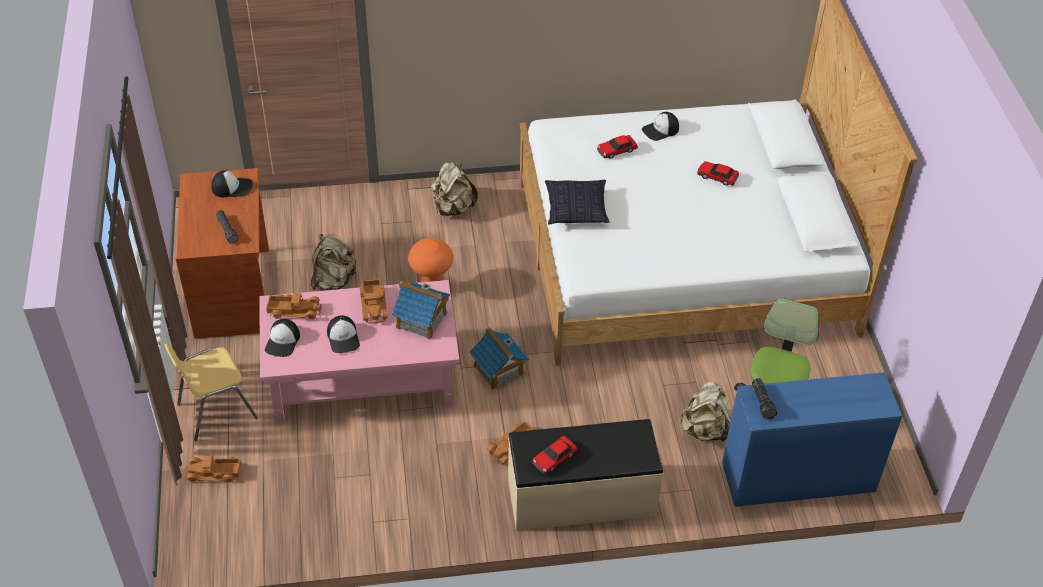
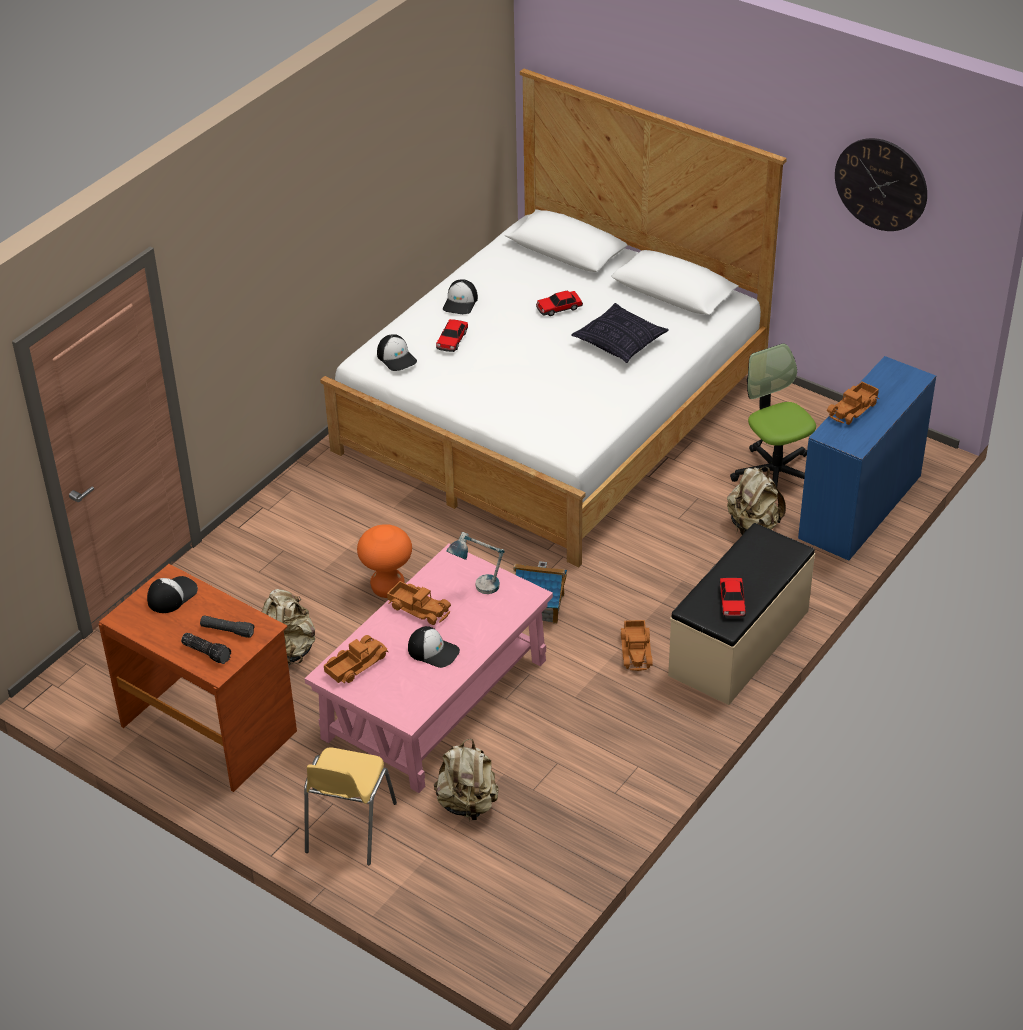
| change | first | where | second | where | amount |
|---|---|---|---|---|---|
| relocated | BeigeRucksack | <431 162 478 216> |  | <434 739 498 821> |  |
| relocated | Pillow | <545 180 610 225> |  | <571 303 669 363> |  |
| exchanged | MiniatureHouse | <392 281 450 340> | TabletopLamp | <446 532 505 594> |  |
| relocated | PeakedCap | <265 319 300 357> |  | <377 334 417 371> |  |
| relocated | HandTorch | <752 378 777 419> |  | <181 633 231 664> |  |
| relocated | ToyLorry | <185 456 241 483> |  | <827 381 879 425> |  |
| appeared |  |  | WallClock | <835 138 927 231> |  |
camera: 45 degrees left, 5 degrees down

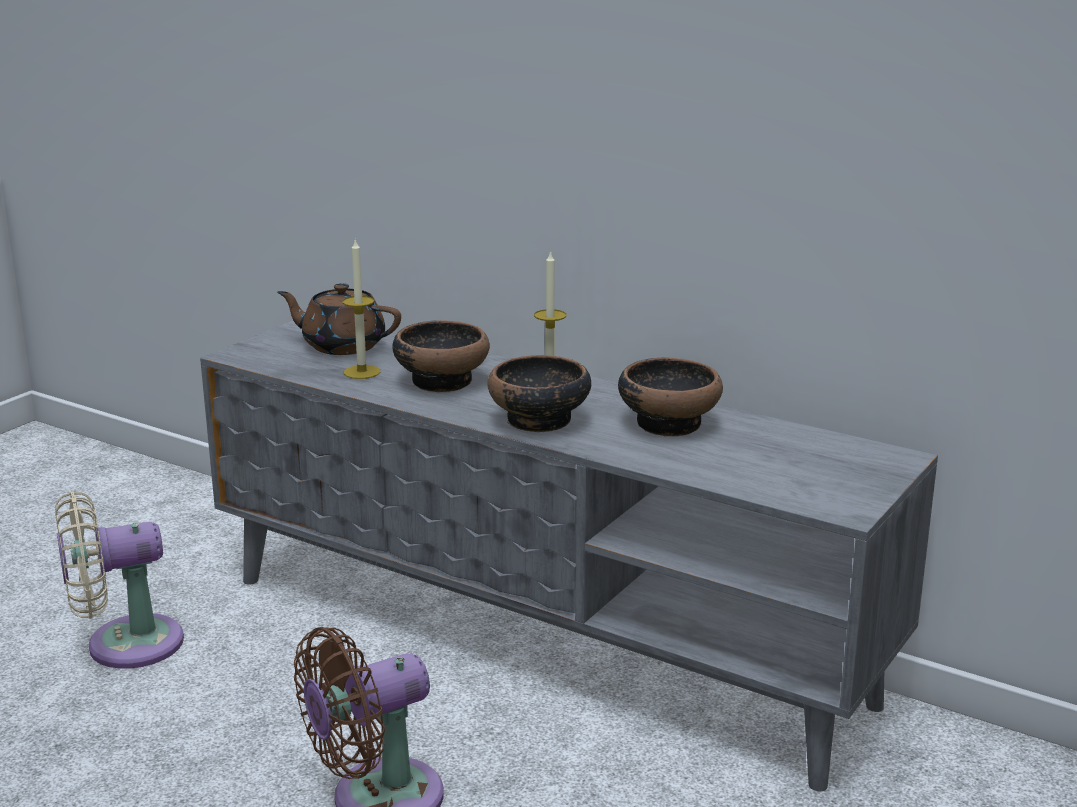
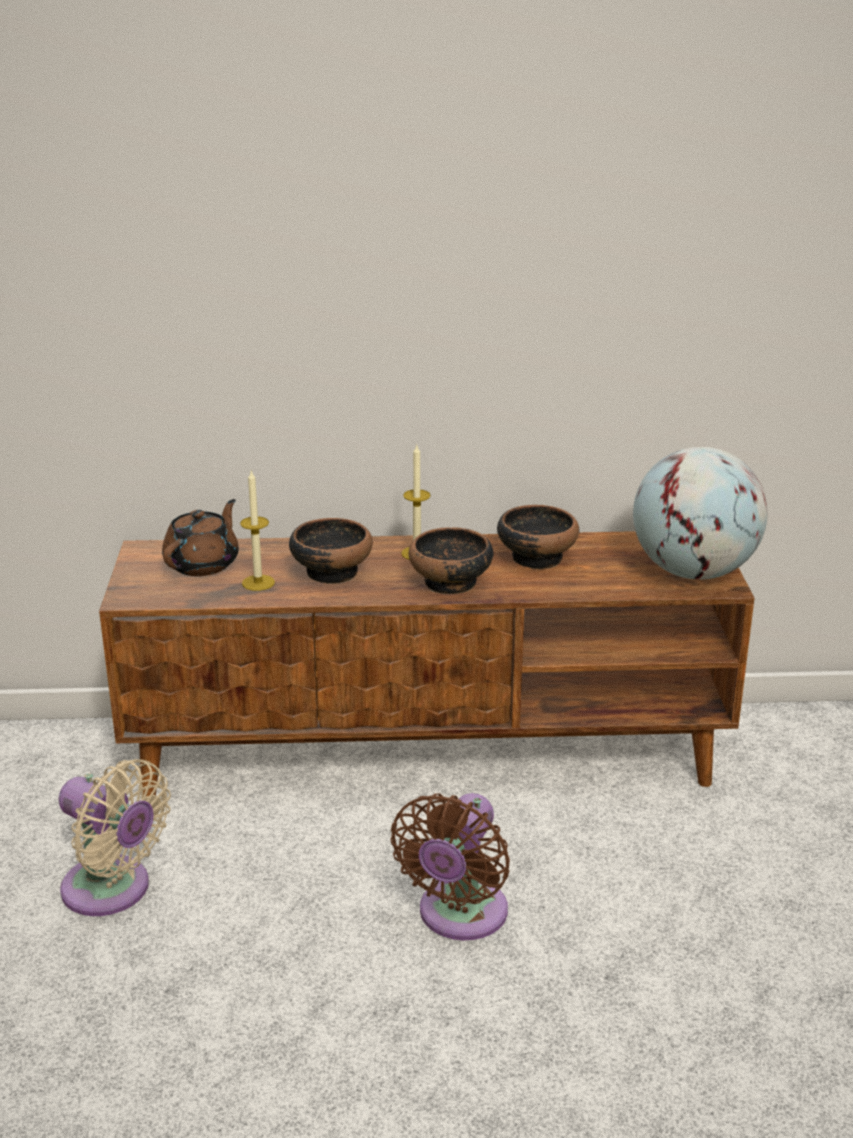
| change | first | where | second | where | amount |
|---|---|---|---|---|---|
| spun | BrownishPotForTea | <277 283 401 355> |  | <162 499 239 576> | 135 degrees clockwise |
| colour | GreyTvUnit | <200 320 938 791> | BrownishTvUnit | <99 531 755 797> |  |
| spun | BeigeCoolingFan | <55 491 184 669> |  | <58 759 171 916> | 90 degrees counterclockwise |
| appeared |  |  | Globe | <633 447 768 580> |  |
camera: 35 degrees left, 5 degrees up

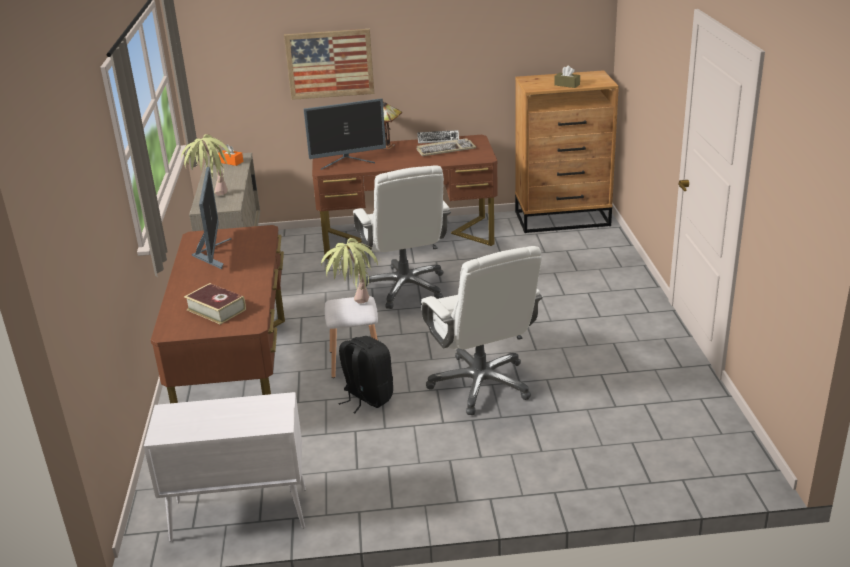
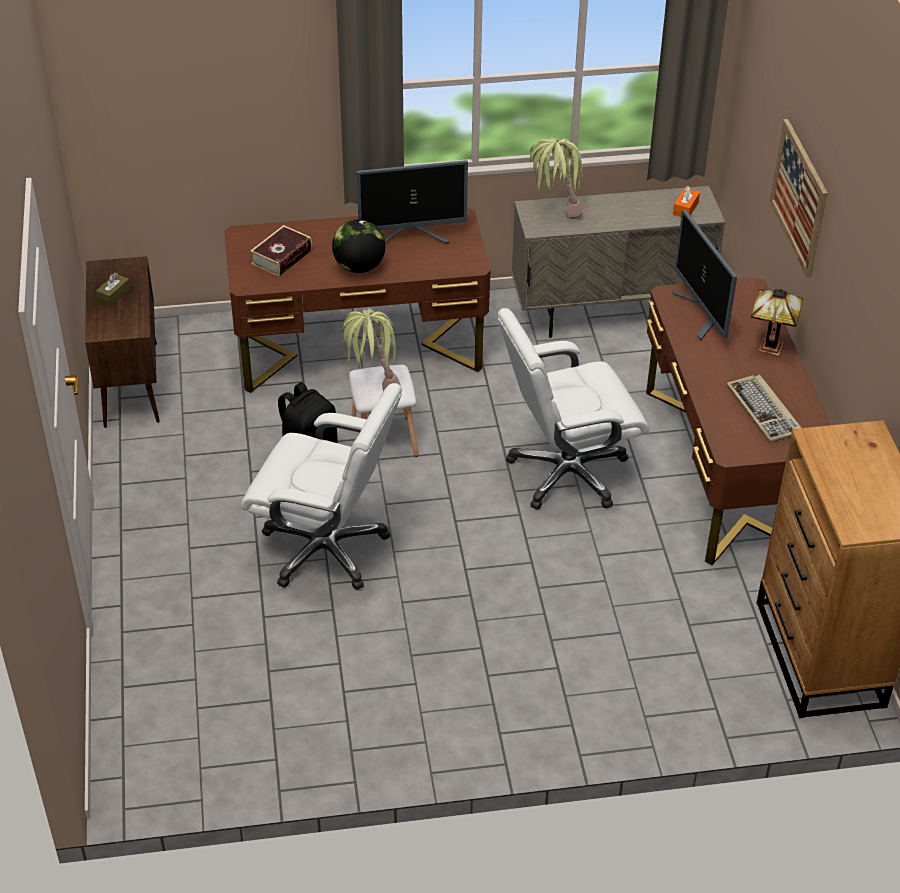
| change | first | where | second | where | amount |
|---|---|---|---|---|---|
| relocated | BrownishTissueHolder | <554 66 580 88> |  | <96 273 130 307> |  |
| missing | ComputerKeyboard | <417 130 459 144> |  |  |  |
| spun | WhiteDeskChair | <421 246 543 415> |  | <241 383 402 590> | 135 degrees counterclockwise |
| colour | WhiteCabinet | <144 392 306 541> | BrownishCabinet | <85 256 160 428> |  |
| appeared |  |  | Globe | <332 219 385 273> |  |
camera: 85 degrees right, 15 degrees up

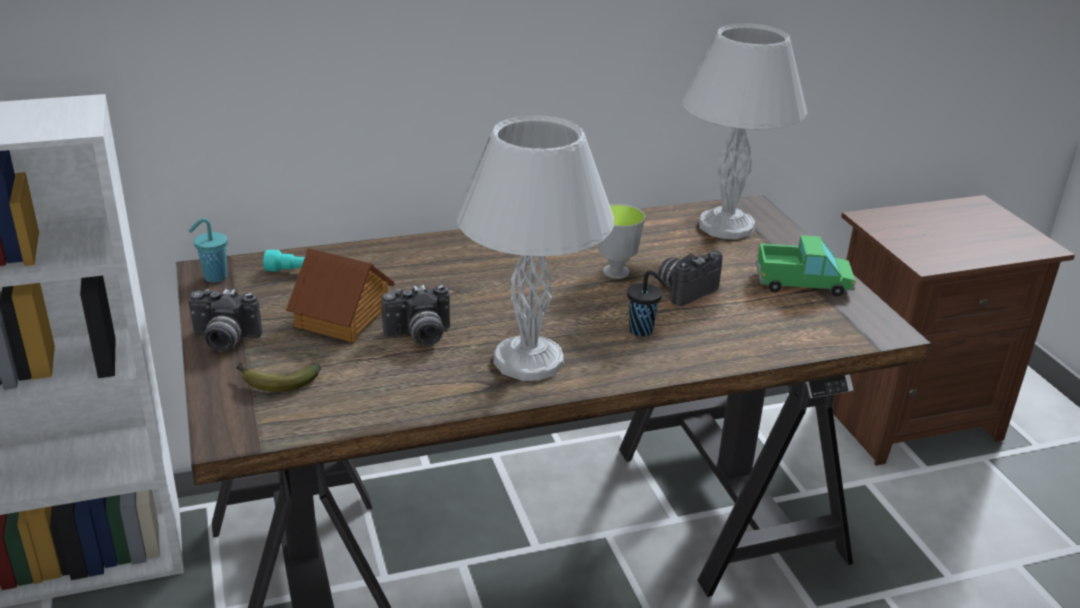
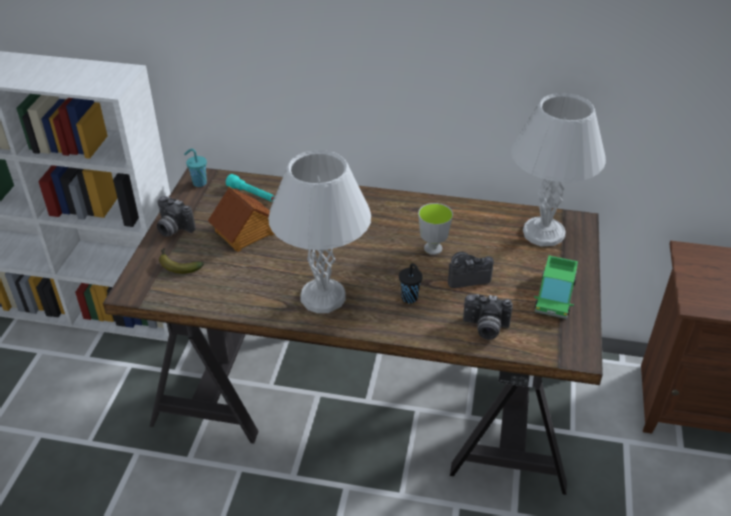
| change | first | where | second | where | amount |
|---|---|---|---|---|---|
| spun | ToyLorry | <756 235 856 296> |  | <534 255 578 319> | 75 degrees clockwise |
| relocated | StillCamera | <381 284 450 346> |  | <463 294 513 340> |  |
camera: 30 degrees right, 10 degrees up

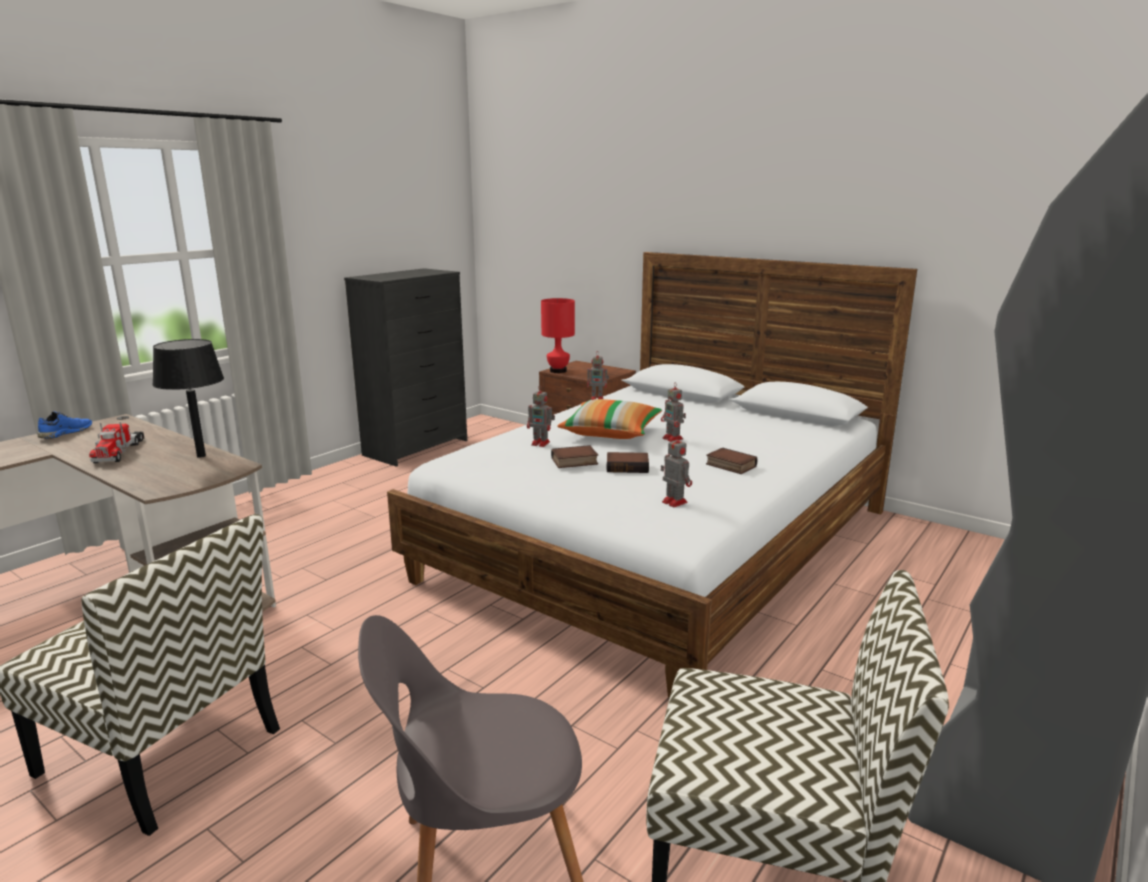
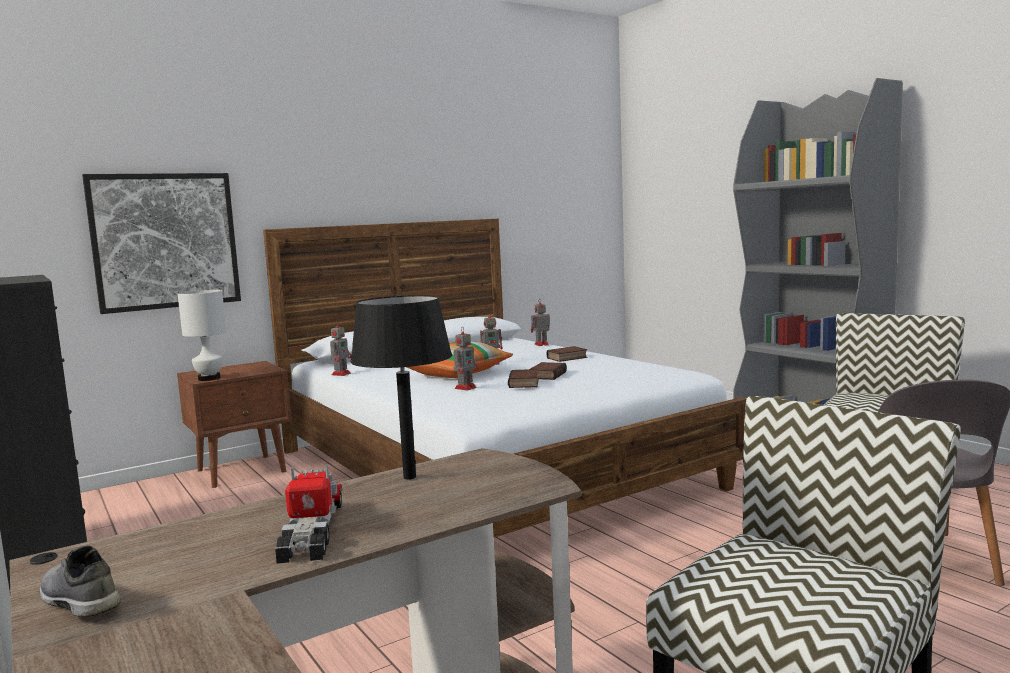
| change | first | where | second | where | amount |
|---|---|---|---|---|---|
| colour | RedColouredTabletopLamp | <541 298 575 373> | WhiteTabletopLamp | <178 290 226 381> |  |
| colour | BluishItemOfFootwear | <37 412 92 439> | GreyItemOfFootwear | <40 546 121 618> |  |
| spun | ToyLorry | <89 422 144 463> |  | <275 464 343 563> | 105 degrees counterclockwise |
| relocated | ToyRobot | <661 434 692 507> |  | <531 302 550 346> |  |
| appeared |  |  | WallArt | <82 173 241 314> |  |
camera: 70 degrees left, 10 degrees down

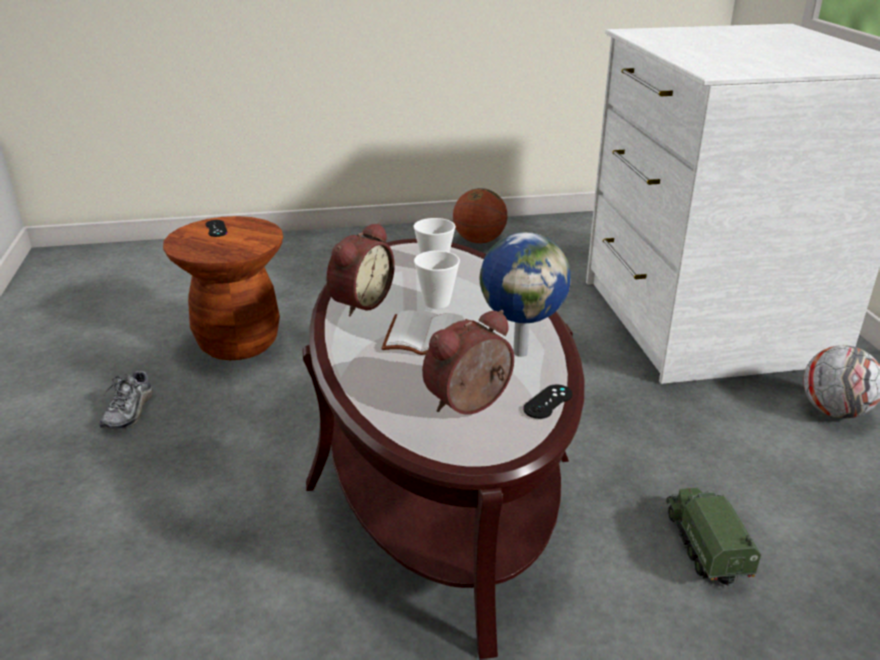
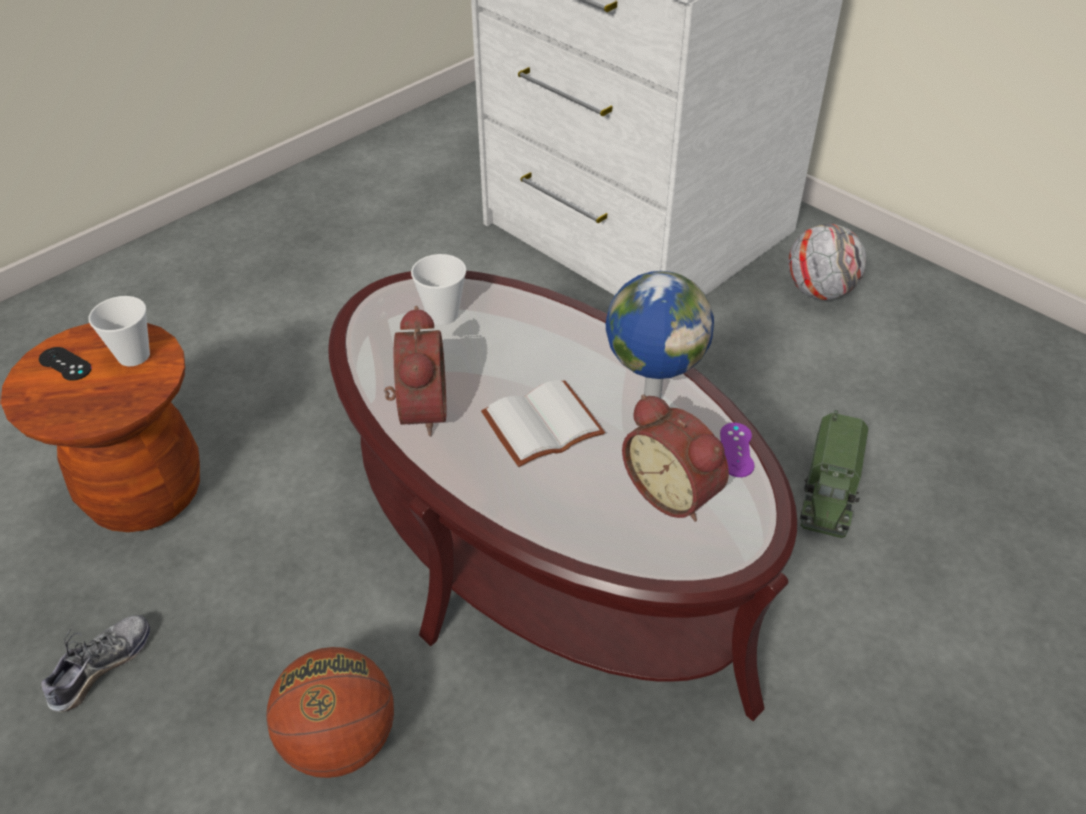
| change | first | where | second | where | amount |
|---|---|---|---|---|---|
| relocated | Basketball | <453 188 507 243> |  | <266 647 394 778> |  |
| relocated | SmallCup | <414 251 460 309> |  | <89 296 150 366> |  |
| spun | BedsideClock | <422 310 514 415> |  | <622 394 729 522> | 60 degrees counterclockwise |
| spun | ItemOfFootwear | <99 366 153 430> |  | <38 615 150 712> | 120 degrees counterclockwise |
| colour | BlackishGameController | <523 385 573 419> | PurplishGameController | <720 423 755 477> |  |
| spun | ToyLorry | <666 488 761 588> |  | <800 410 869 538> | 120 degrees counterclockwise |
camera: 35 degrees left, 15 degrees up

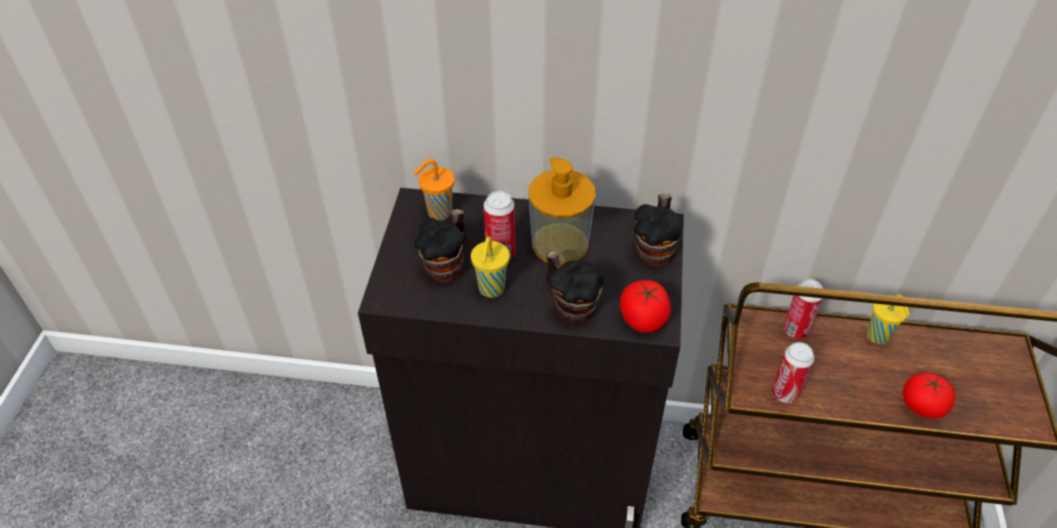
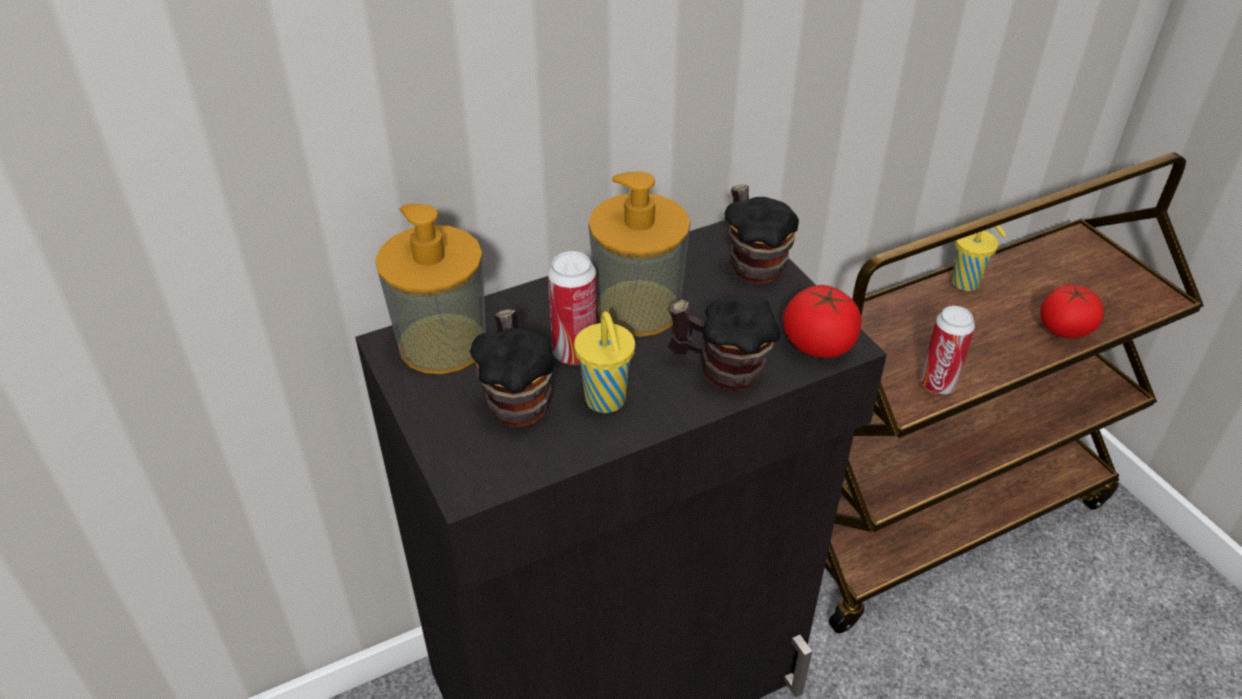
| change | first | where | second | where | amount |
|---|---|---|---|---|---|
| exchanged | OrangeSmallCup | <414 159 455 221> | SoapBottle | <375 204 486 374> |  |
| missing | SealedCan | <783 279 823 339> |  |  |  |
camera: 35 degrees left, 5 degrees down

